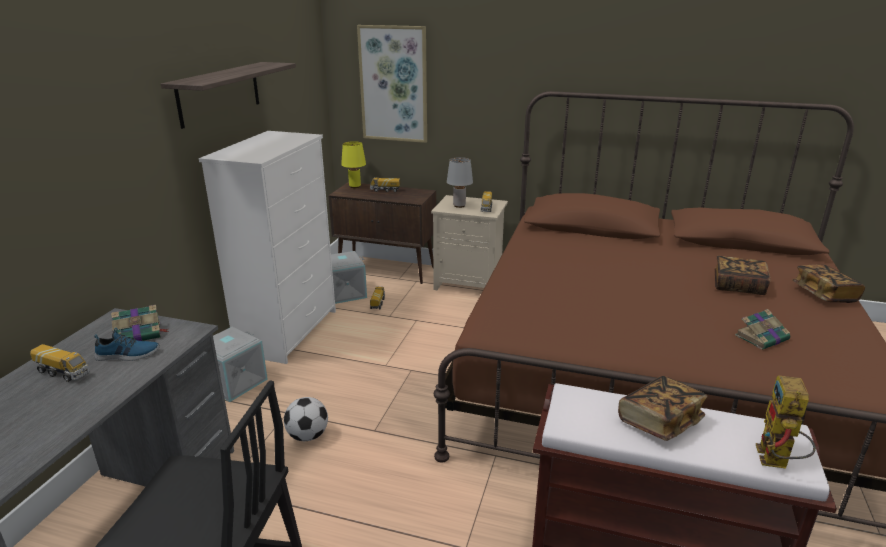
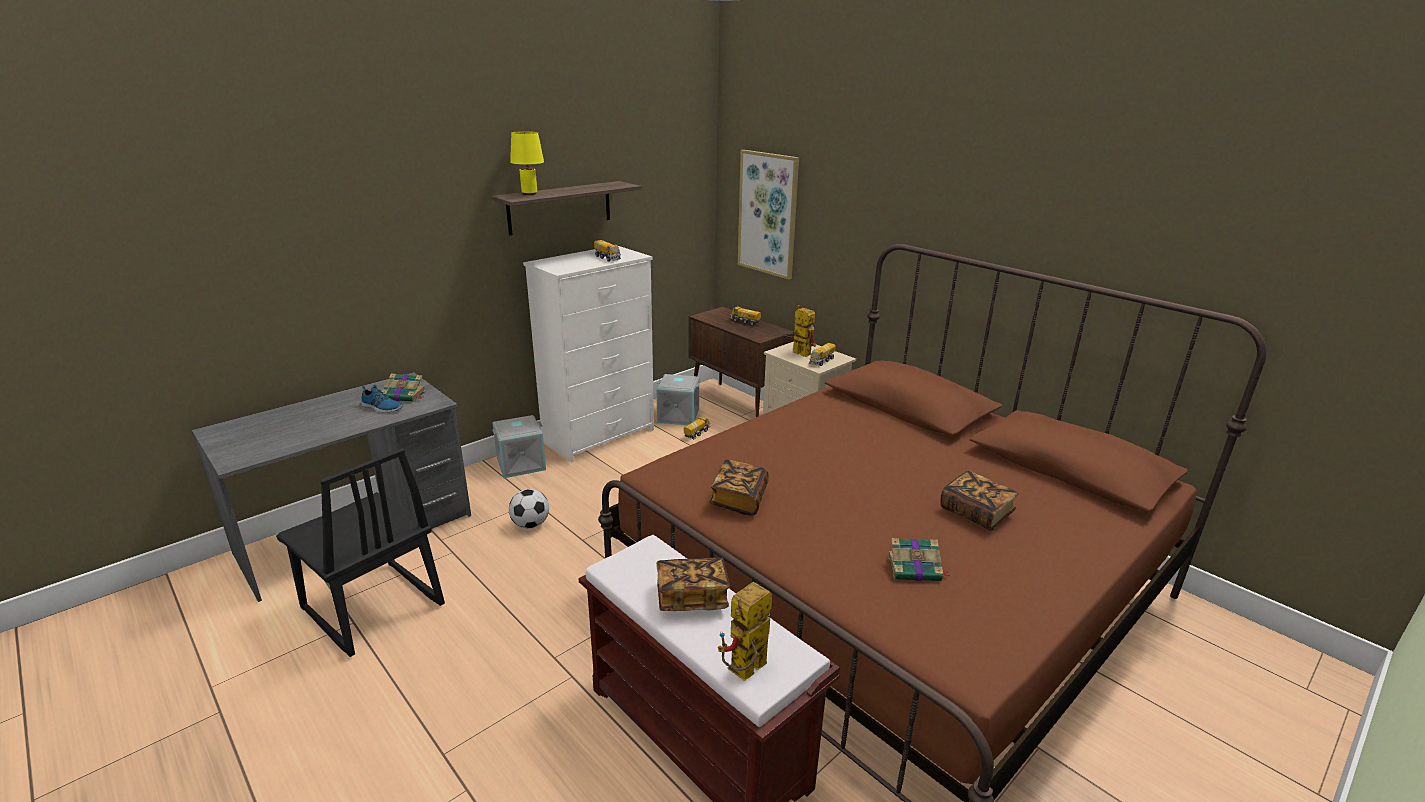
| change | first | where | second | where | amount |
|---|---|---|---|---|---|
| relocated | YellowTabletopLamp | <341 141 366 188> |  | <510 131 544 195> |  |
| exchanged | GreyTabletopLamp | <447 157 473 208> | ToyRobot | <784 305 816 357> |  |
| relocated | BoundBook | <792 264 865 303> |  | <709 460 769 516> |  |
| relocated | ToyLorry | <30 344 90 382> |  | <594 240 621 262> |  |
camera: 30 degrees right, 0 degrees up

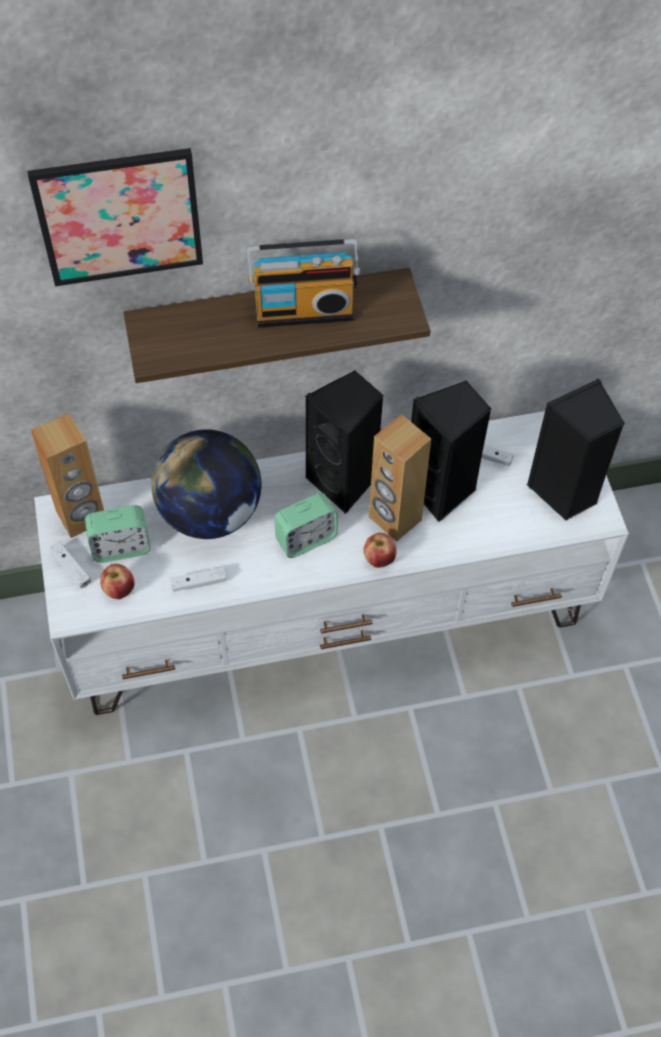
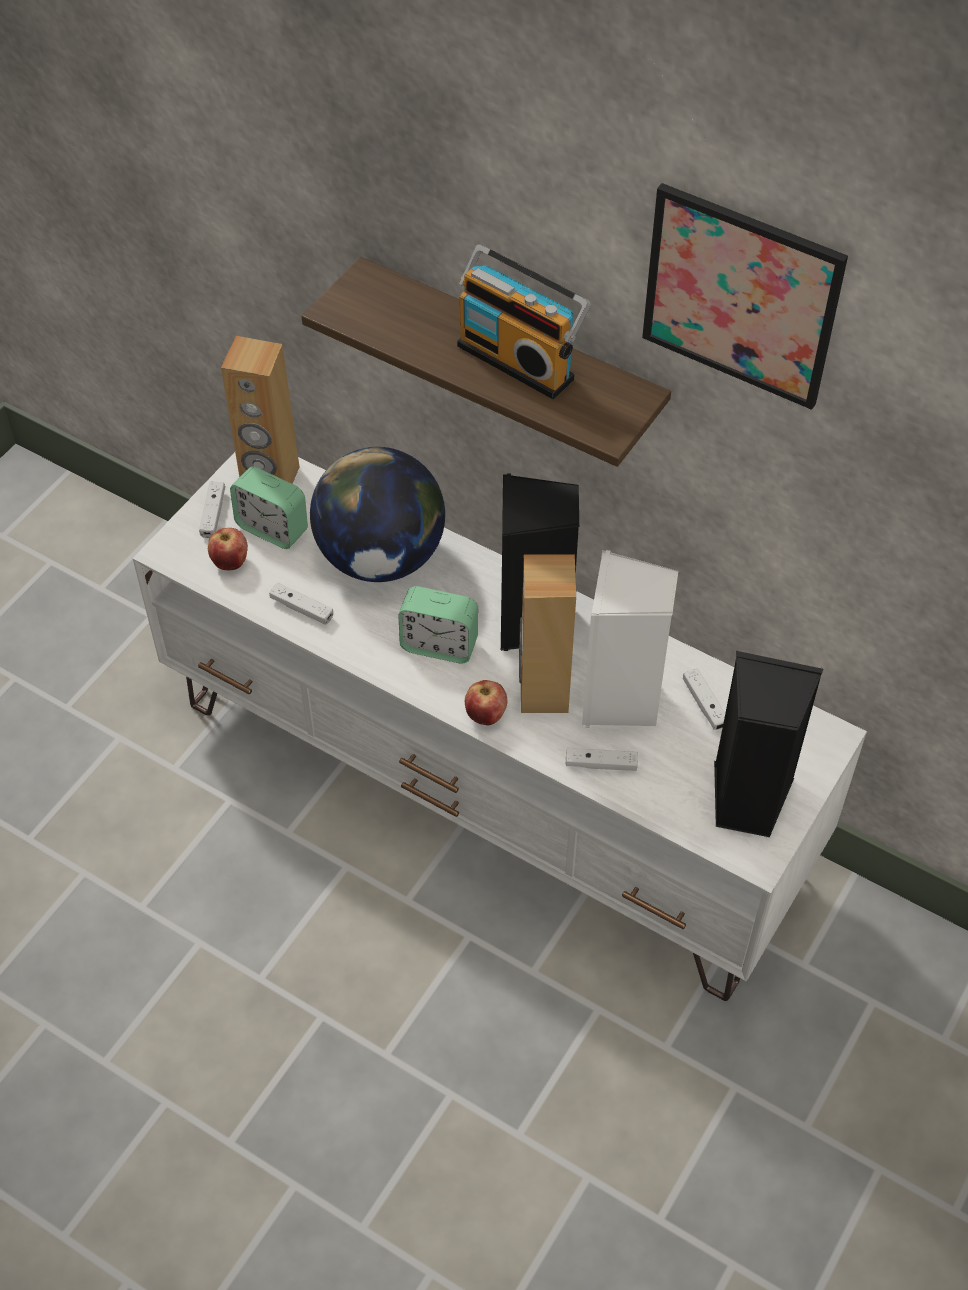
| change | first | where | second | where | amount |
|---|---|---|---|---|---|
| relocated | WallArt | <27 148 203 286> |  | <642 183 848 410> |  |
| colour | BlackishSpeaker | <411 380 492 522> | WhiteSpeaker | <582 550 678 728> |  |
| appeared |  |  | WhiteGameController | <566 748 638 771> |  |
camera: 45 degrees right, 5 degrees down

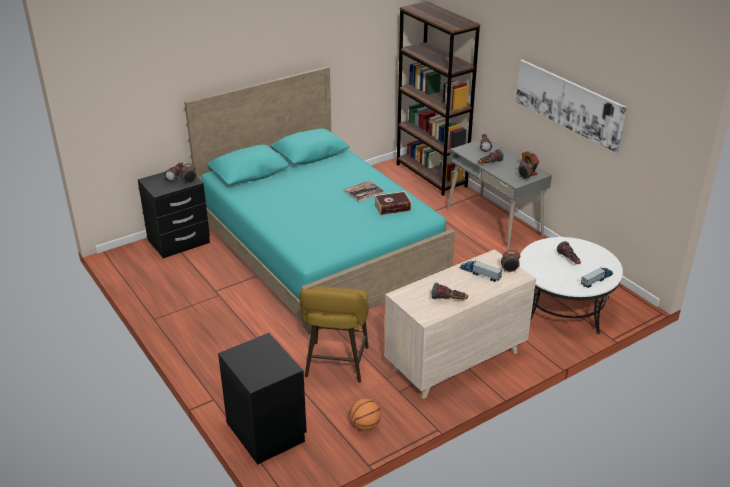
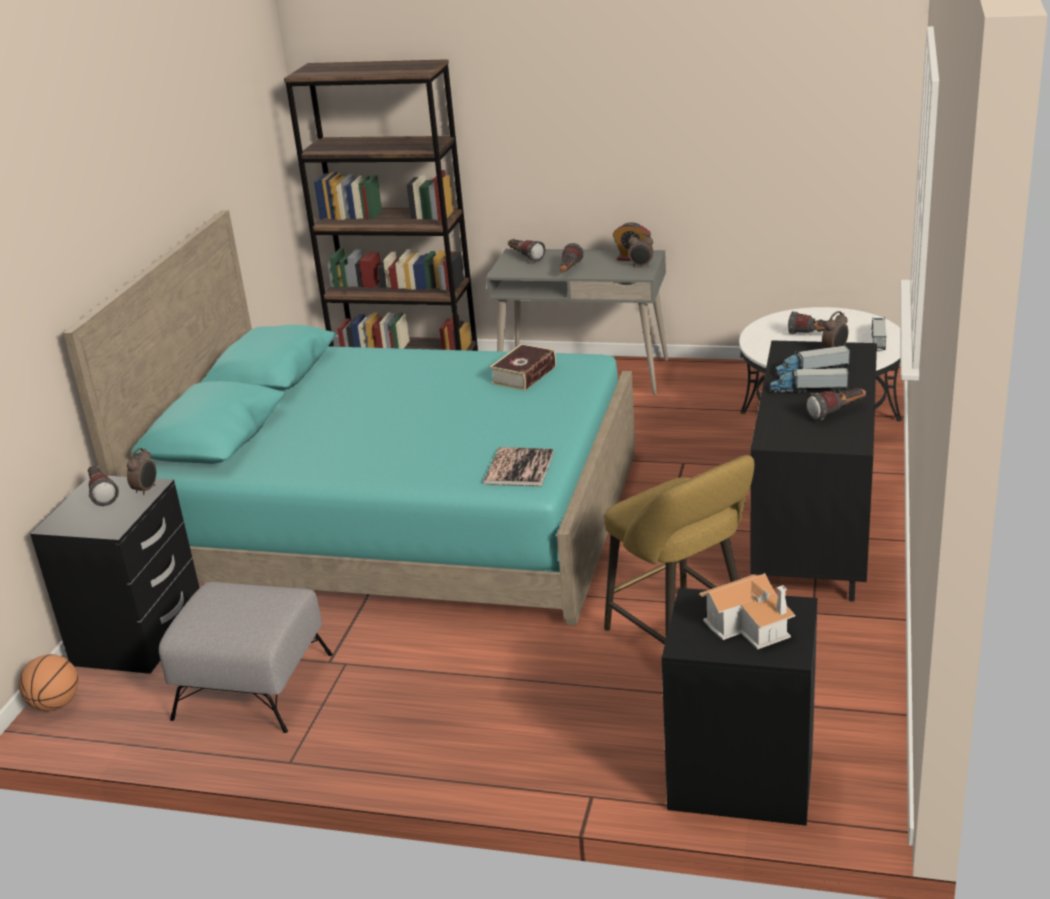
| change | first | where | second | where | amount |
|---|---|---|---|---|---|
| missing | WallArt | <516 60 627 153> |  |  |  |
| relocated | BoundBook | <343 181 384 202> |  | <483 447 554 487> |  |
| colour | BeigeChestOfDrawers | <384 249 536 399> | BlackishChestOfDrawers | <750 340 877 602> |  |
| relocated | Basketball | <349 398 381 431> |  | <19 654 78 711> |  |
| appeared |  |  | ToyLorry | <770 368 849 393> |  |
| appeared |  |  | MiniatureHouse | <699 573 795 649> |  |
| appeared |  |  | GreyFootrest | <159 582 333 733> |  |
camera: 40 degrees left, 5 degrees down

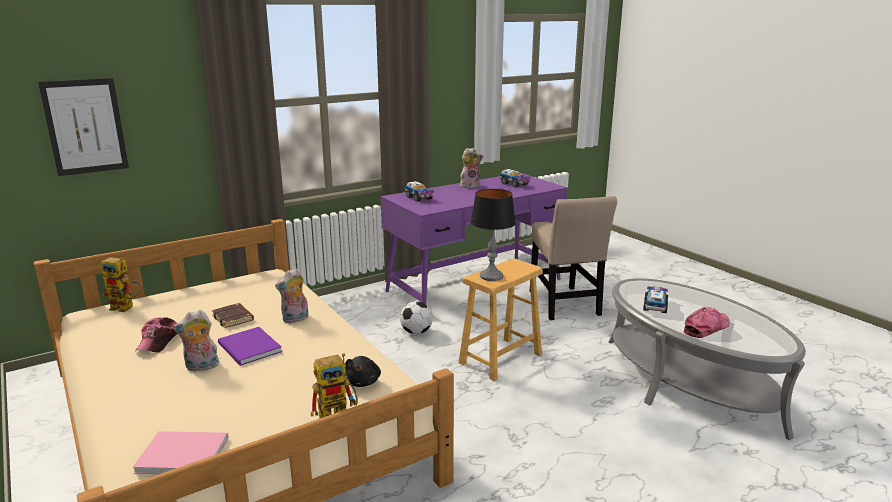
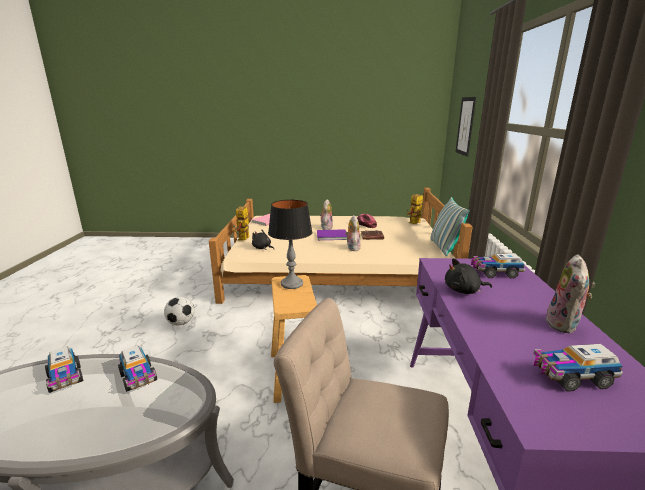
| change | first | where | second | where | amount |
|---|---|---|---|---|---|
| relocated | Football | <400 301 433 334> |  | <164 297 194 325> |  |
| exchanged | PeakedCap | <684 307 730 338> | ToyLorry | <45 346 83 393> |  |
| appeared |  |  | Pillow | <430 197 470 256> |  |
| appeared |  |  | BlackishCuddlyToy | <445 258 492 294> |  |
camera: 125 degrees right, 0 degrees up

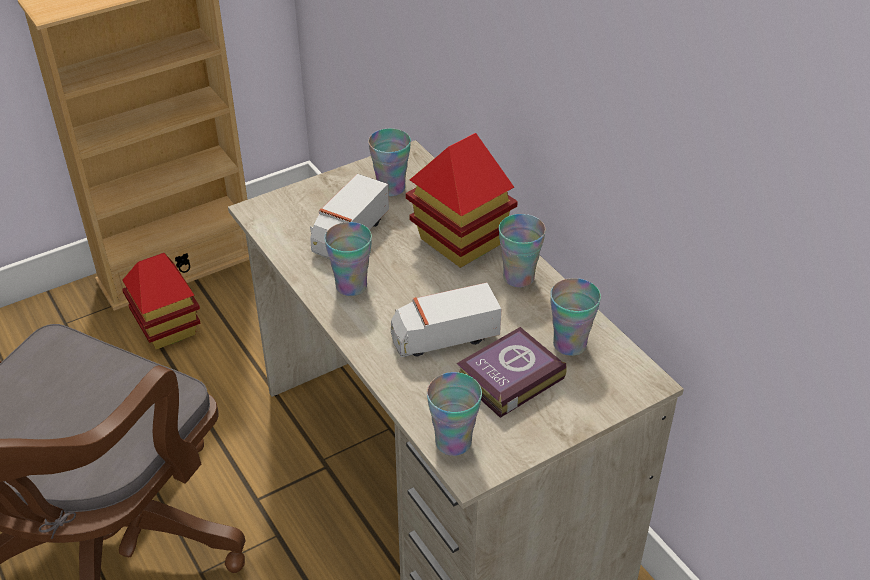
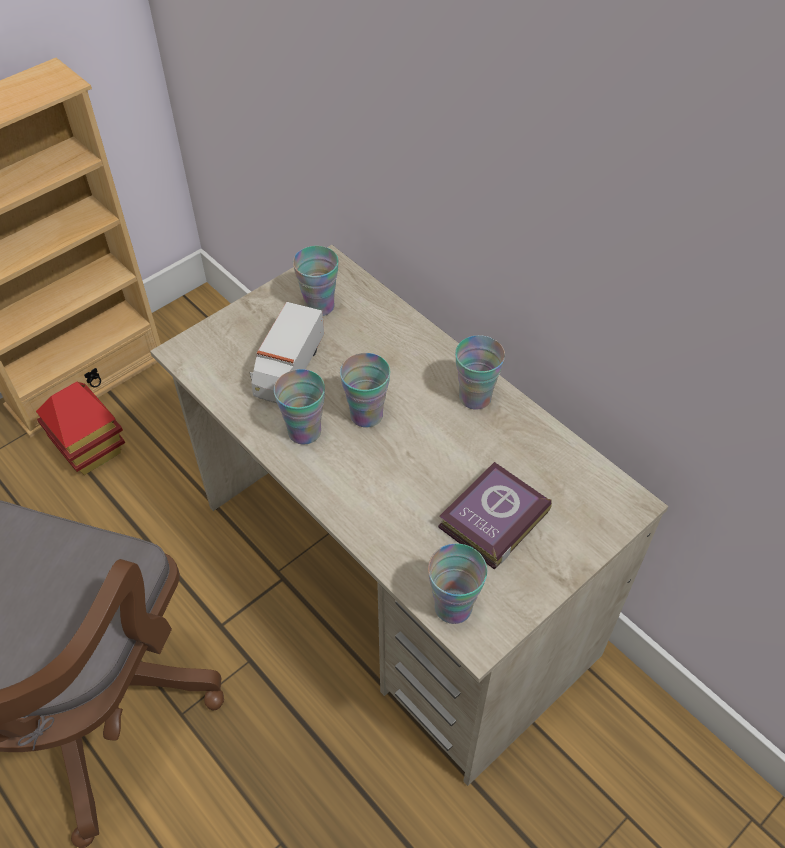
| change | first | where | second | where | amount |
|---|---|---|---|---|---|
| missing | MiniatureHouse | <406 133 518 268> |  |  |  |
| relocated | SmallCup | <550 278 601 356> |  | <340 353 390 428> |  |
| missing | ToyLorry | <391 282 501 357> |  |  |  |
camera: 10 degrees left, 10 degrees up

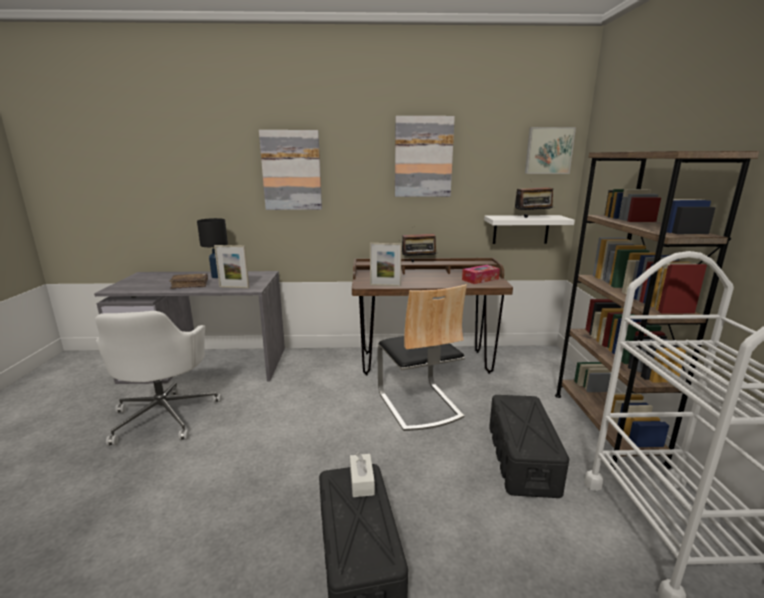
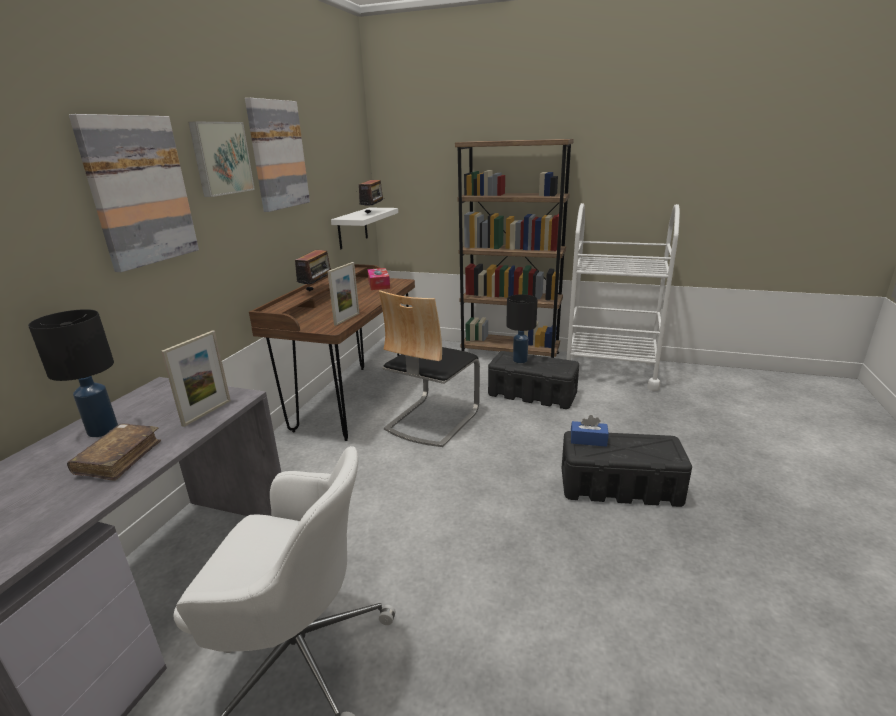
| change | first | where | second | where | amount |
|---|---|---|---|---|---|
| relocated | WallArt | <525 127 576 174> |  | <188 121 255 197> |  |
| spun | UprightChair | <377 284 467 431> |  | <379 290 480 447> | 120 degrees clockwise |
| colour | WhiteTissueHolder | <350 452 375 497> | BluishTissueHolder | <571 415 609 447> |  |
| appeared |  |  | BlackishTabletopLamp | <506 294 538 363> |  |
camera: 70 degrees left, 5 degrees up

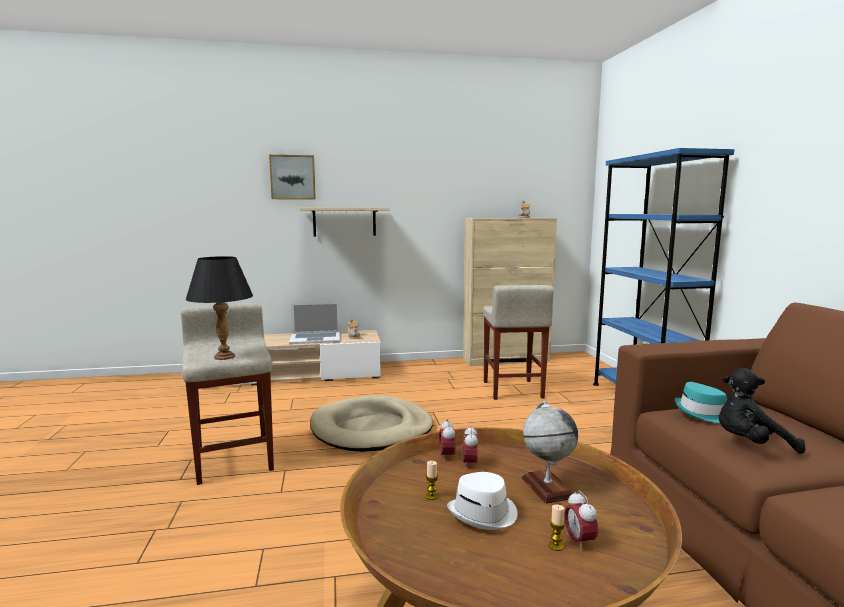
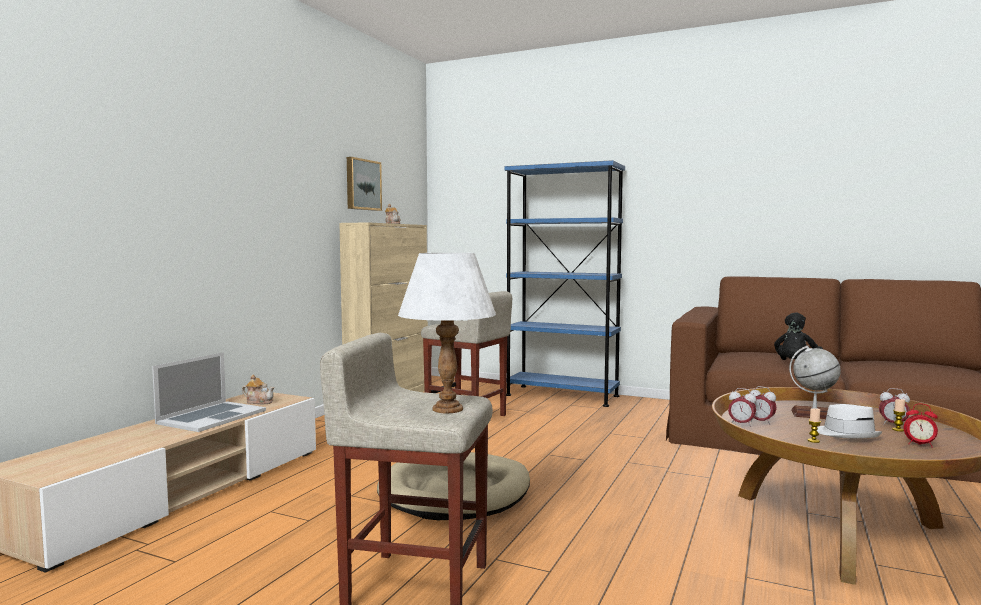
| change | first | where | second | where | amount |
|---|---|---|---|---|---|
| relocated | WallArt | <269 155 316 200> |  | <347 157 382 211> |  |
| missing | BeigeWallShelf | <300 207 389 236> |  |  |  |
| colour | BlackishTabletopLamp | <186 256 253 360> | WhiteTabletopLamp | <398 253 496 413> |  |
| missing | TurquoiseColouredHat | <675 382 727 423> |  |  |  |
| appeared |  |  | BedsideClock | <904 404 938 448> |  |
camera: 55 degrees left, 5 degrees down

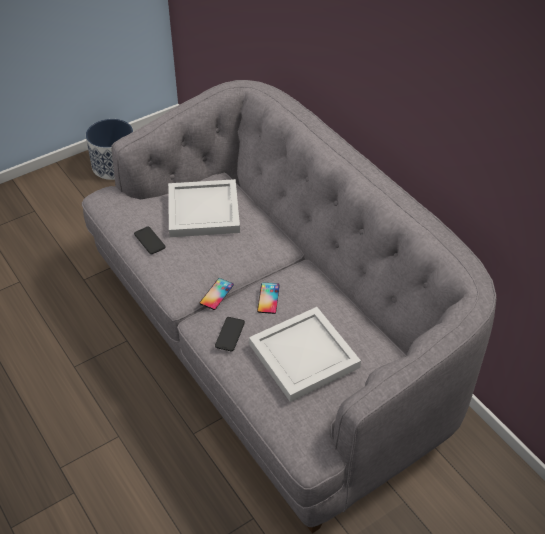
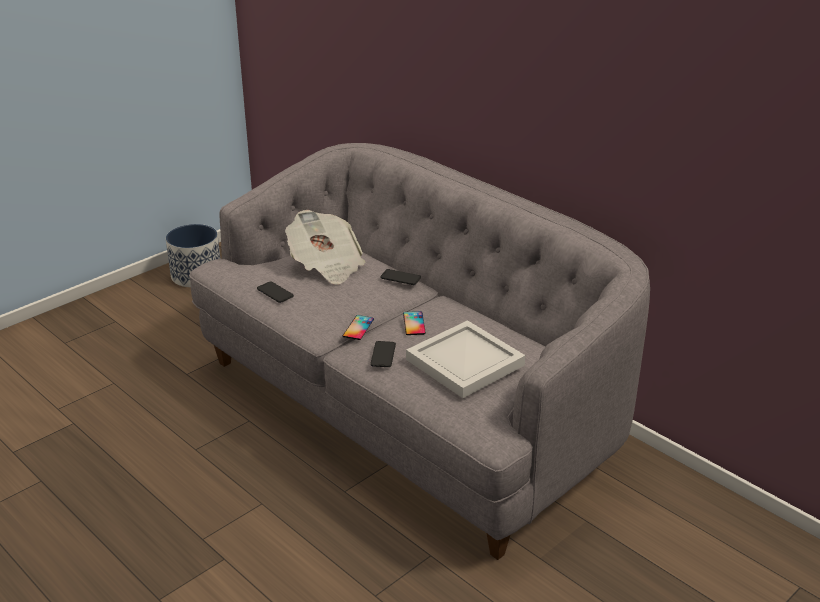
| change | first | where | second | where | amount |
|---|---|---|---|---|---|
| exchanged | WhiteCarryingTray | <168 179 240 237> | Newspaper | <285 210 366 285> |  |
| appeared |  |  | Telephone | <380 269 421 285> |  |
camera: 10 degrees left, 15 degrees down

